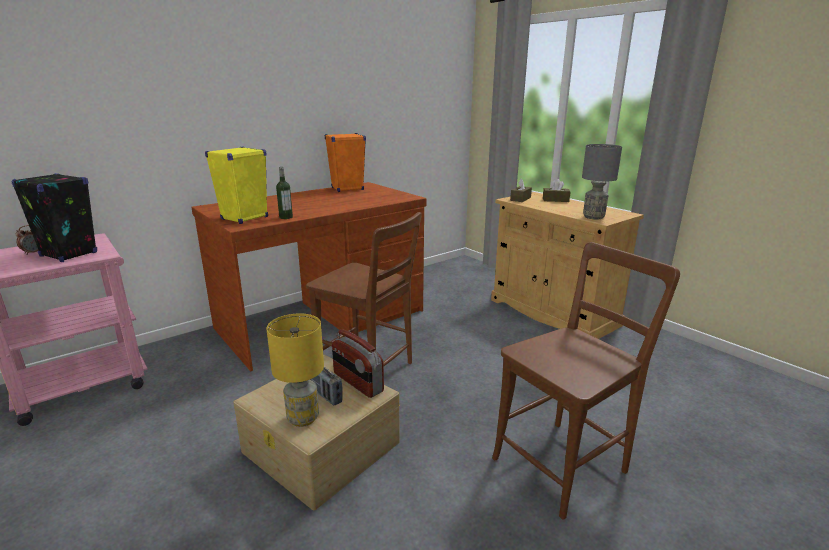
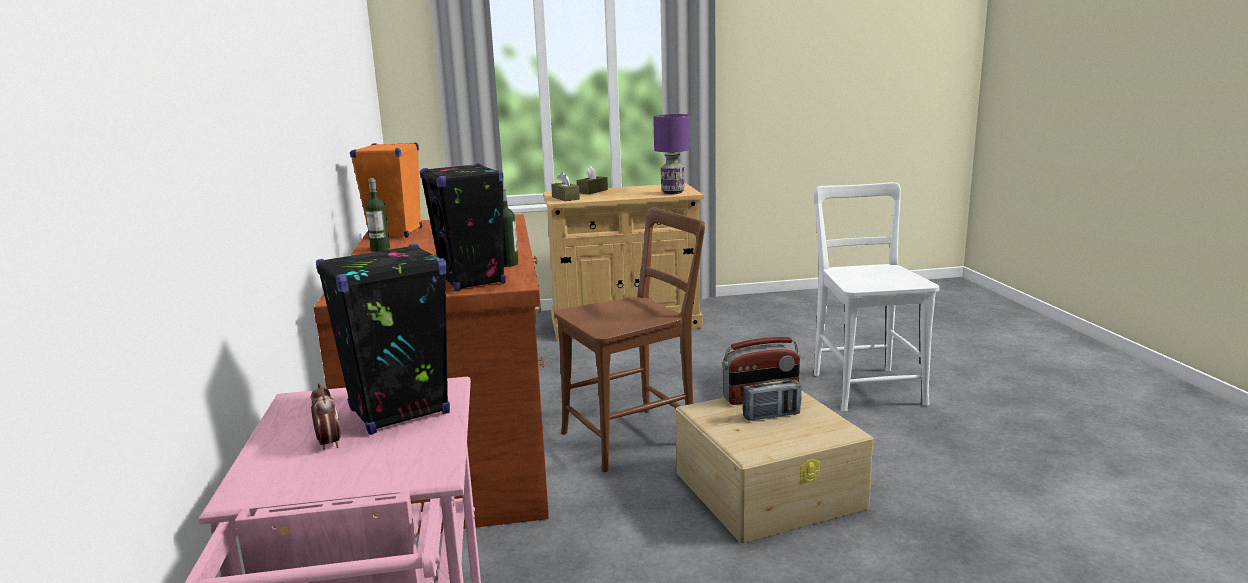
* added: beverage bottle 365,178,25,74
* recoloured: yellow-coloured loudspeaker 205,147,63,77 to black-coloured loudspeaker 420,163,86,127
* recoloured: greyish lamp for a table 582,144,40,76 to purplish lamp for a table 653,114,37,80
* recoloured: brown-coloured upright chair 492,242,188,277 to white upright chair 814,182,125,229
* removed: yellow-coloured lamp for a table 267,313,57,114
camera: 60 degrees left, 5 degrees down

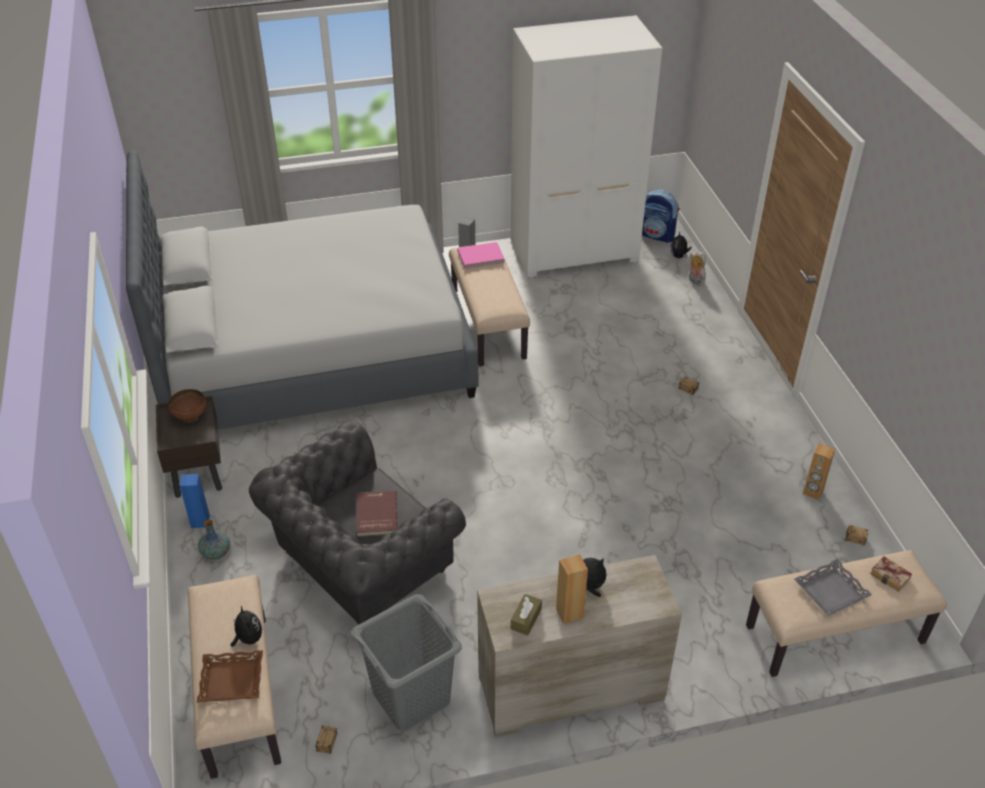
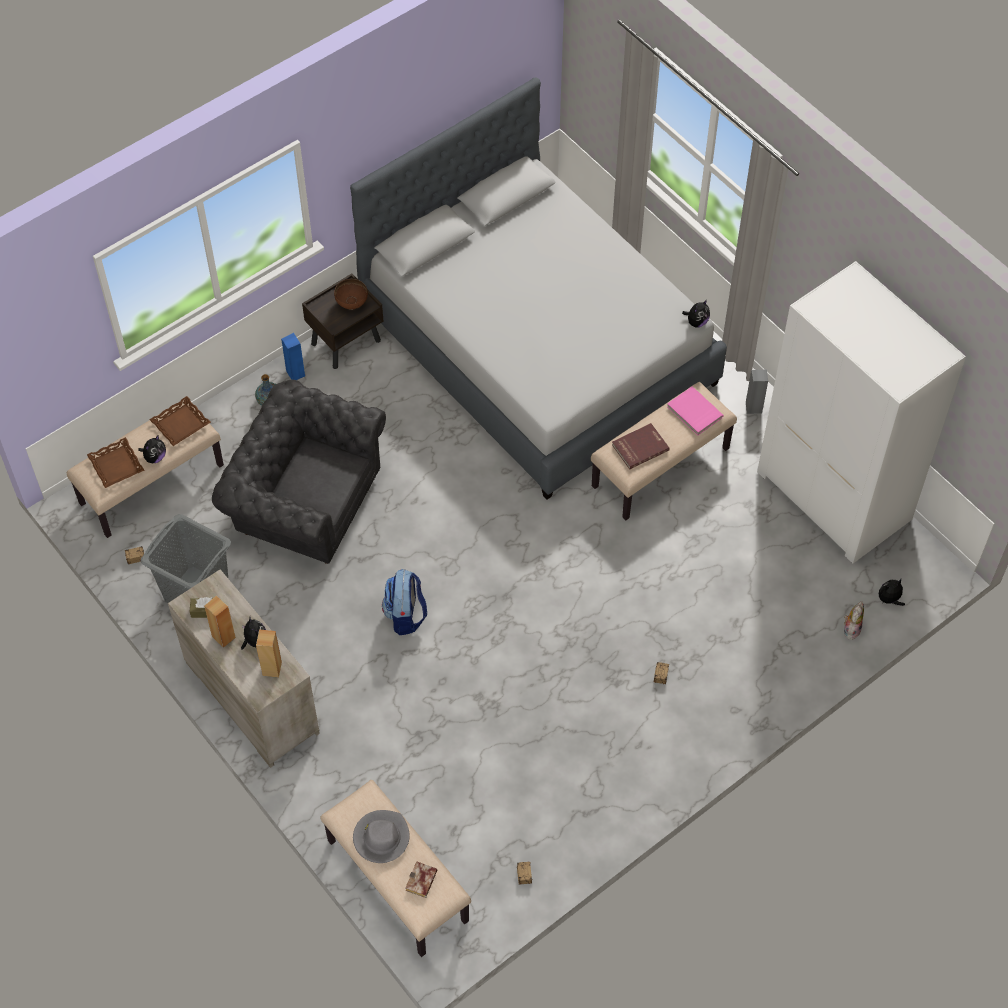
* added: brown-coloured serving tray 149,396,62,50
* moved: brown-coloured loudspeaker 803,443,32,57 to 256,629,26,49
* replaced: greyish serving tray 794,559,78,57 to greyish clothing hat 353,810,57,53
* moved: knapsack 642,190,38,53 to 382,569,45,66
* moved: reddish volume 357,491,41,46 to 612,423,58,46
* added: cuddly toy 682,300,28,28
camera: 65 degrees right, 15 degrees up

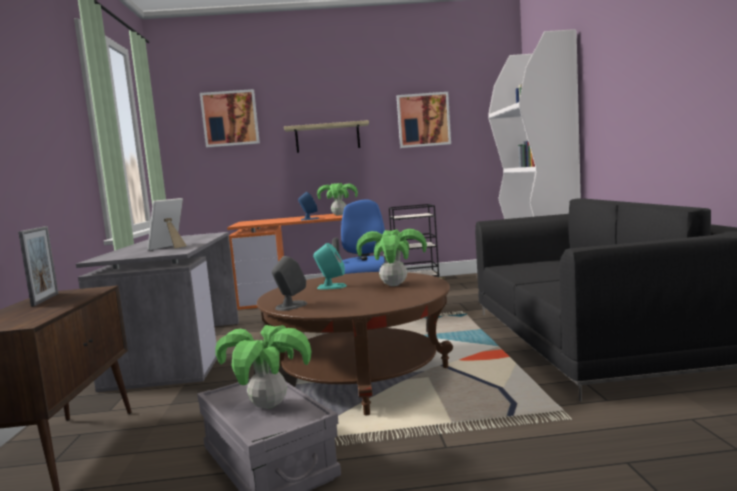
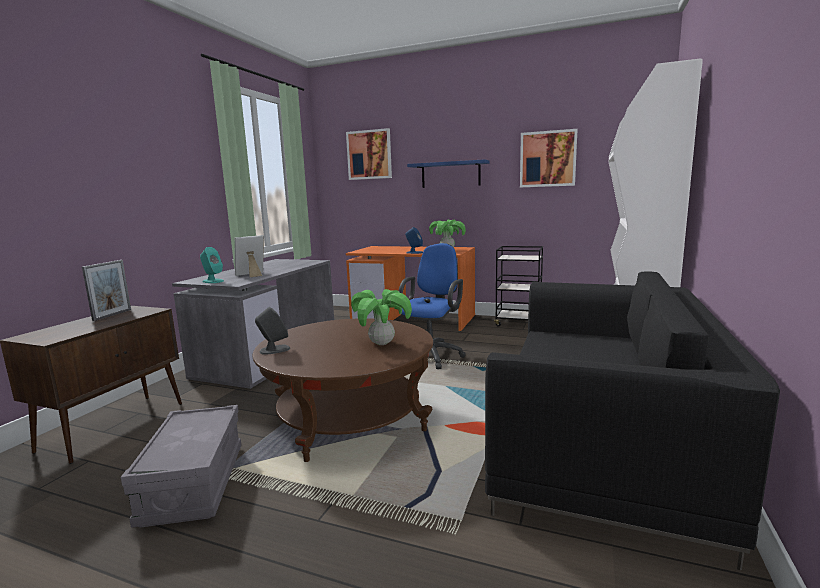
* moved: turquoise loudspeaker 313,243,34,46 to 200,247,24,36
* recoloured: beige wall shelf 284,120,85,33 to blue wall shelf 407,159,82,29
* removed: plant in a pot 215,325,97,84
camera: 25 degrees right, 5 degrees up

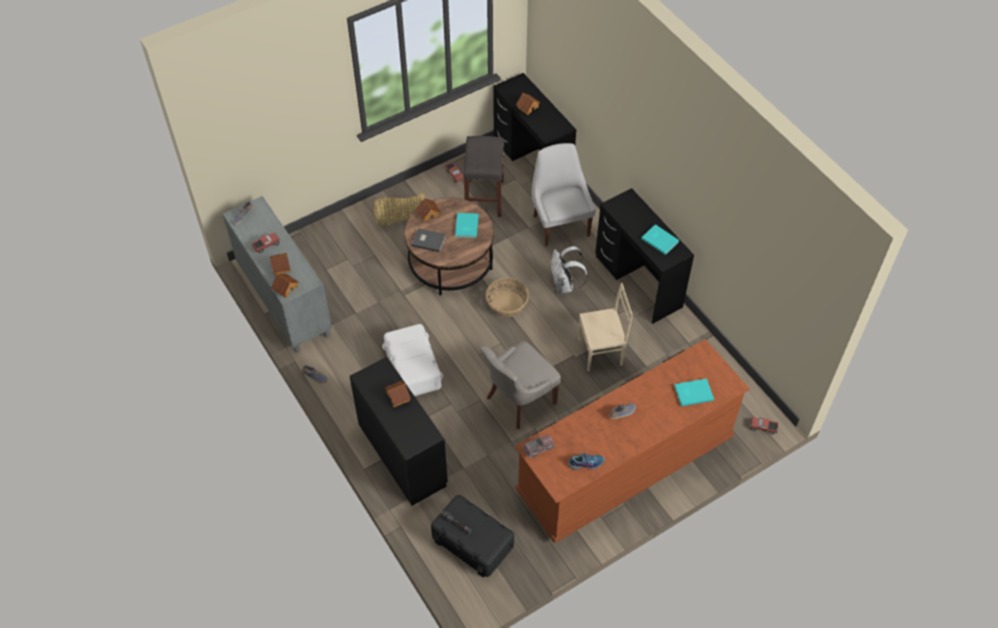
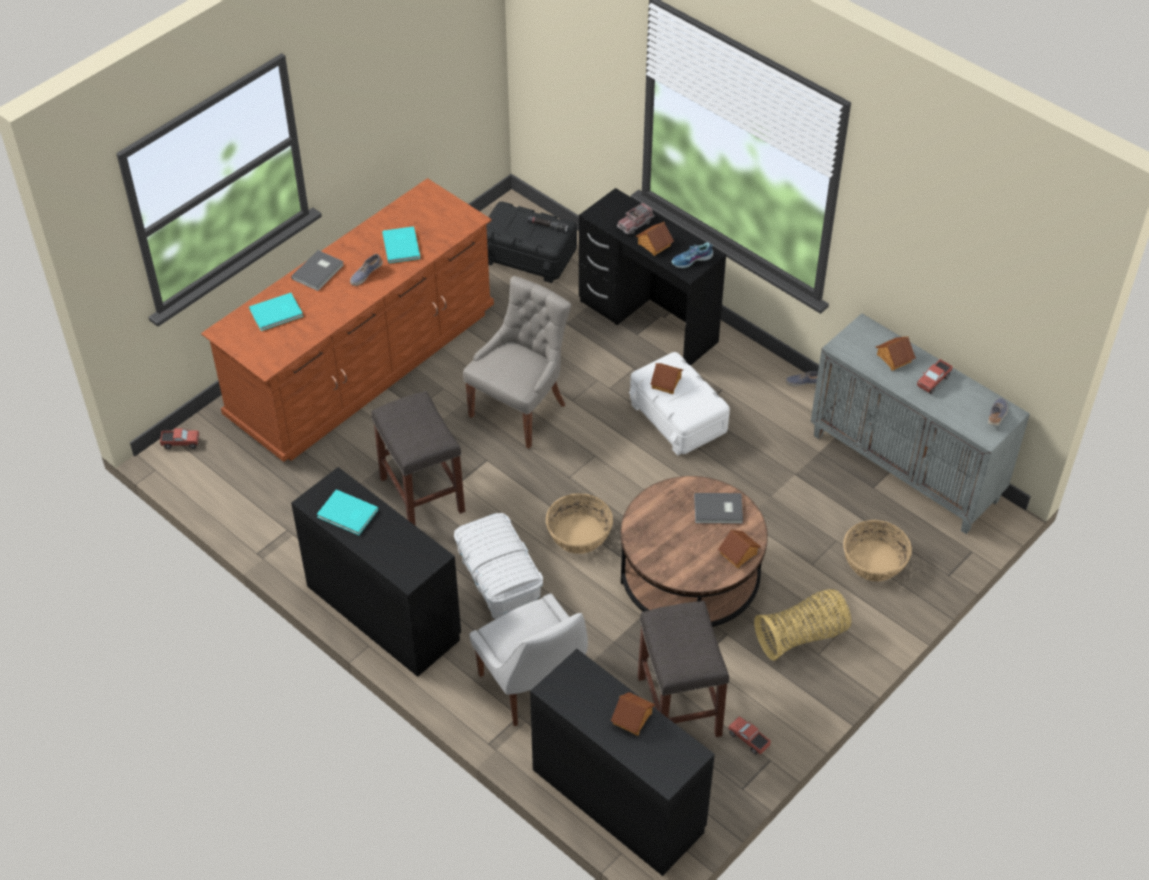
* added: greyish volume 291,250,53,41
* replaced: beige upright chair 578,283,55,88 to greyish stool seat 371,391,94,135
* moved: turquoise volume 455,213,24,25 to 382,226,38,37
* replaced: white knapsack 551,246,37,47 to white storage bin 454,513,89,106
* moved: toy truck 522,435,33,23 to 617,202,38,32
* moved: toy house 271,274,28,24 to 650,363,33,31
* moved: shoe 568,450,36,19 to 672,242,41,26
* added: household basket 843,520,69,61
camera: 165 degrees right, 5 degrees down

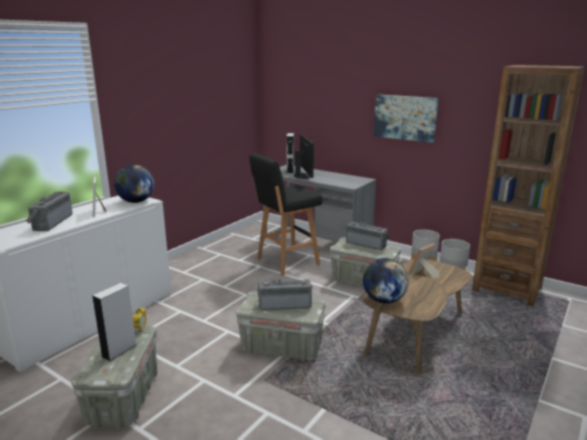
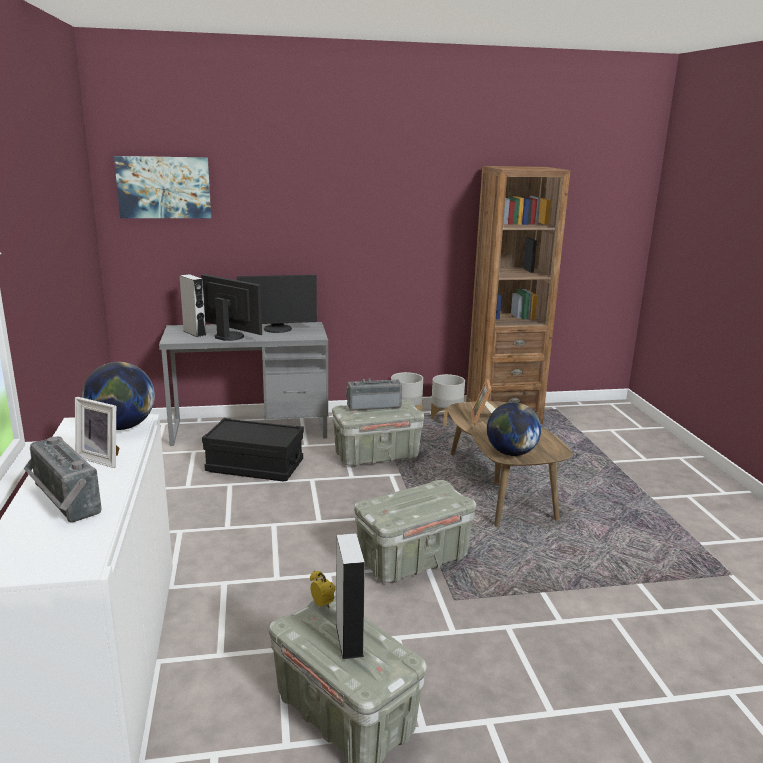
* moved: wall art 374,94,64,49 to 114,156,97,62
* replaced: black-coloured stool seat 249,153,73,123 to black-coloured storage bin 202,418,102,64
* added: computer display 237,275,80,58
* removed: radio set 257,279,55,31
camera: 45 degrees left, 0 degrees up

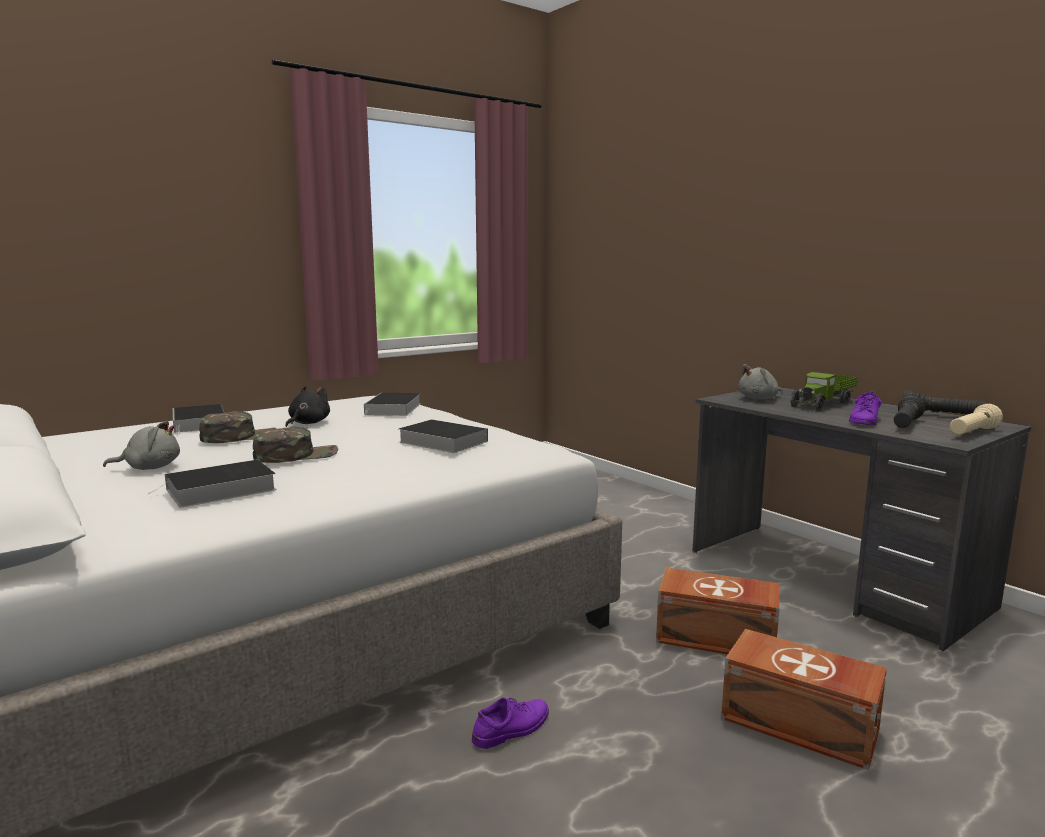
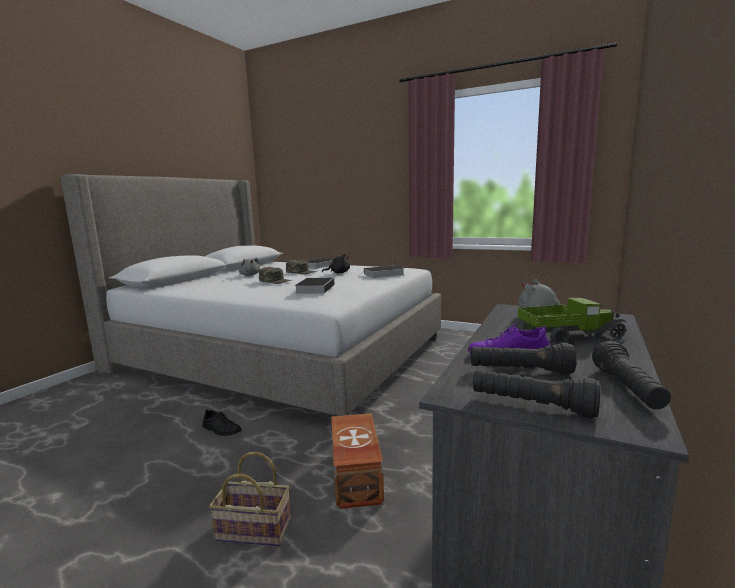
* recoloured: purplish shoe 472,697,77,52 to black-coloured shoe 203,409,38,27
* replaced: brown-coloured storage bin 721,629,166,141 to household basket 209,452,82,95
* recoloured: beige flashlight 950,404,53,31 to black-coloured flashlight 473,370,127,48
* turned: toy truck 790,372,68,39 = 518,298,109,46 150 degrees clockwise
* removed: volume 147,459,130,49
camera: 65 degrees right, 0 degrees up

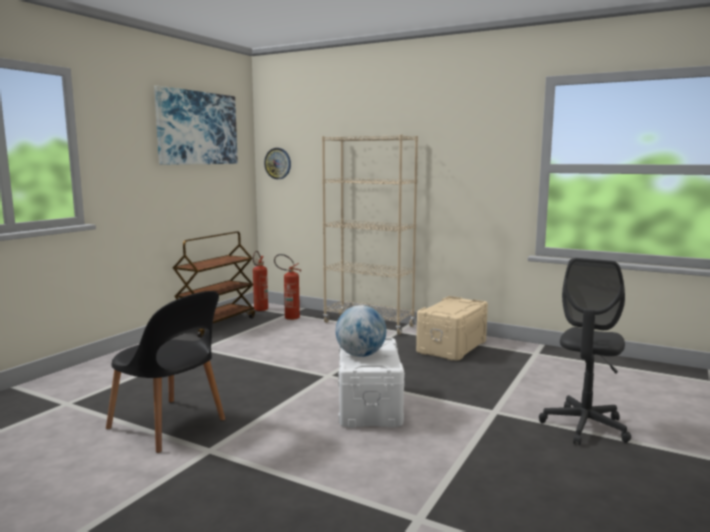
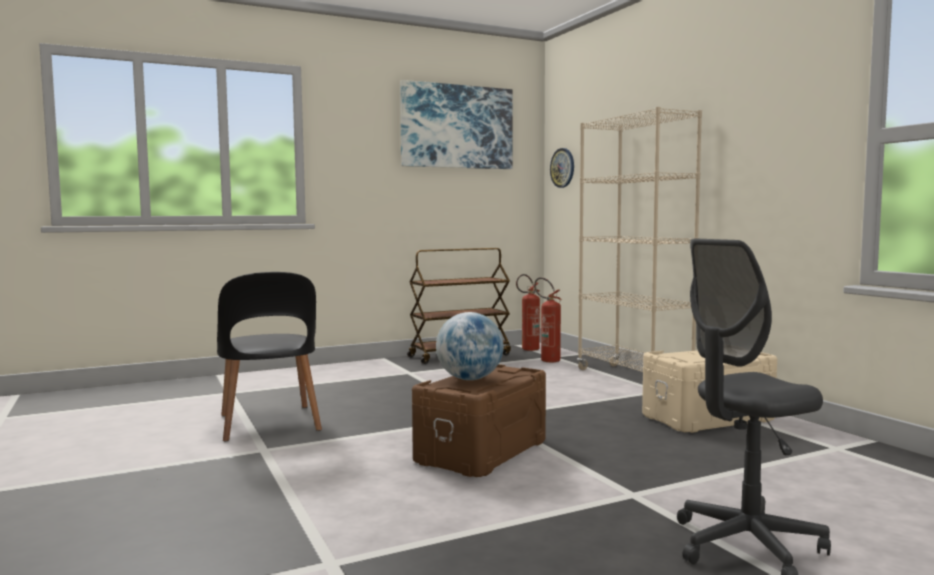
* recoloured: white storage bin 338,338,67,90 to brown-coloured storage bin 412,364,134,113
camera: 35 degrees right, 5 degrees down

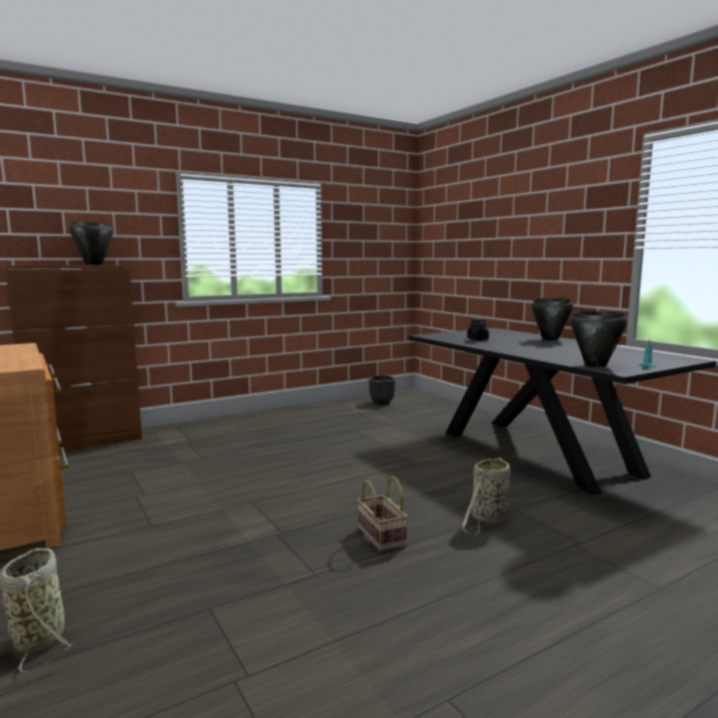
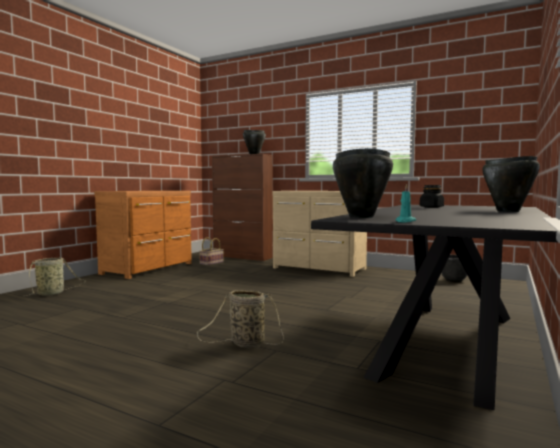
* moved: household basket 357,476,51,76 to 199,237,25,28
* added: beige chest of drawers 272,191,95,86
camera: 60 degrees right, 5 degrees down

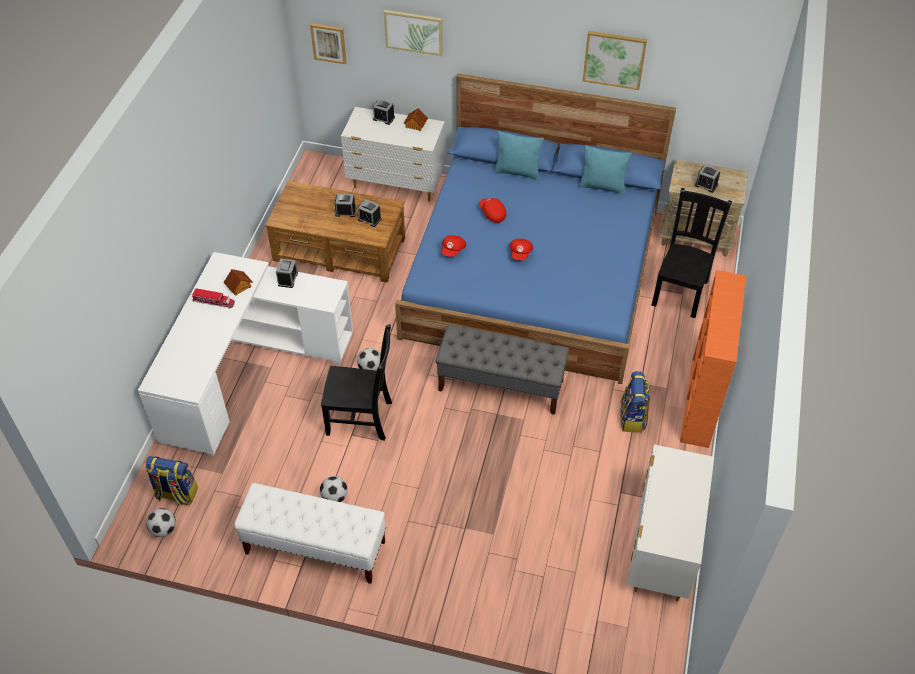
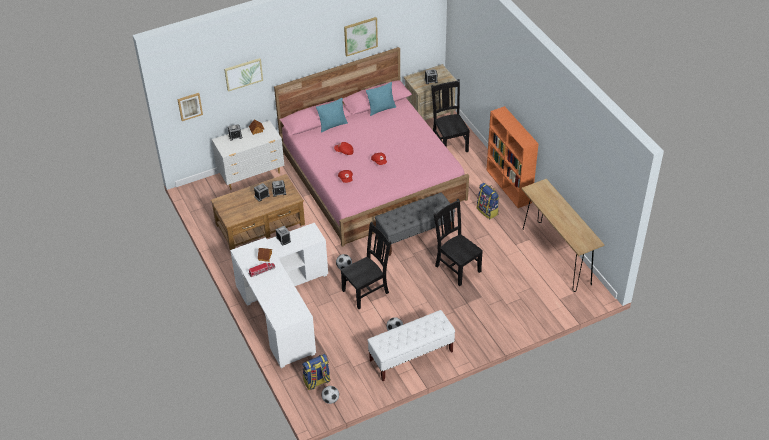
* recoloured: blue bedroom bed 395,73,281,311 to pinkish bedroom bed 274,47,195,200
* added: black-coloured upright chair 433,199,50,87
* replaced: white chest of drawers 627,445,87,156 to brown-coloured narrow table 522,179,82,113
camera: 40 degrees left, 5 degrees down

